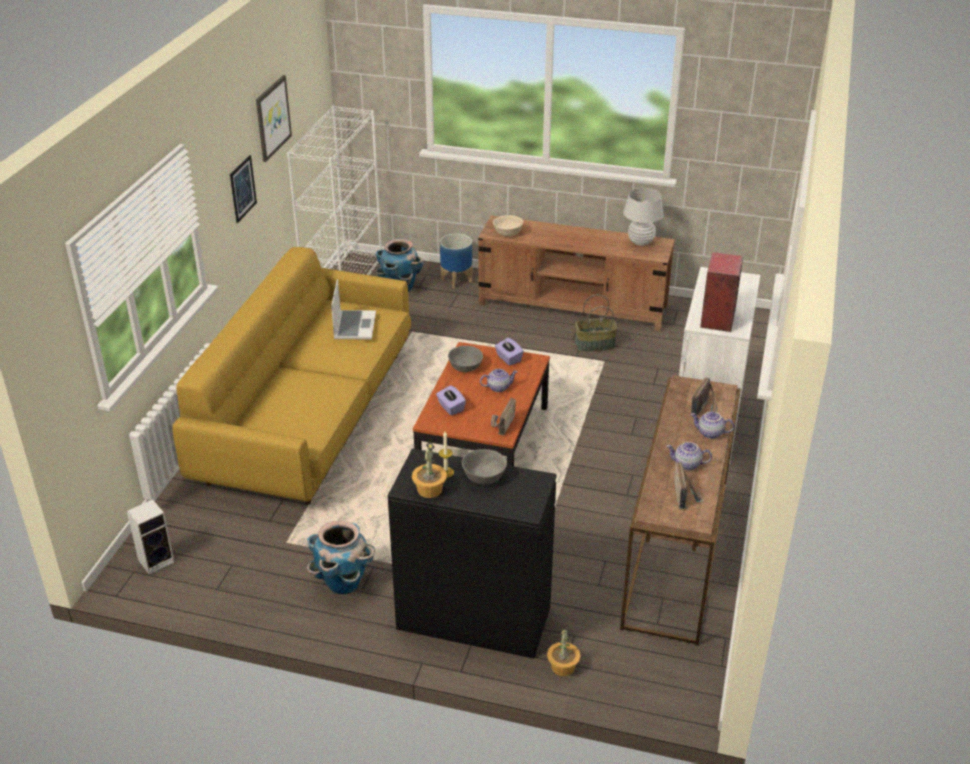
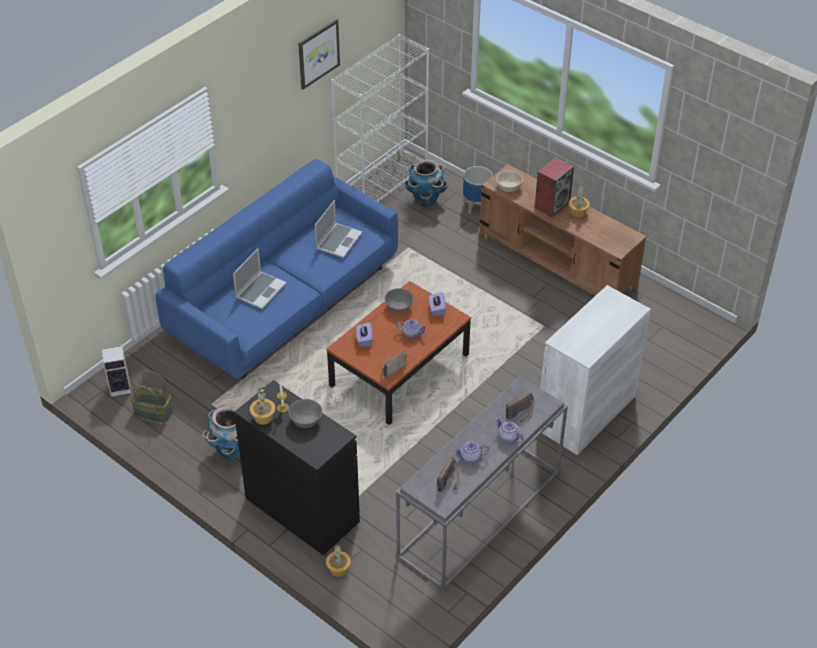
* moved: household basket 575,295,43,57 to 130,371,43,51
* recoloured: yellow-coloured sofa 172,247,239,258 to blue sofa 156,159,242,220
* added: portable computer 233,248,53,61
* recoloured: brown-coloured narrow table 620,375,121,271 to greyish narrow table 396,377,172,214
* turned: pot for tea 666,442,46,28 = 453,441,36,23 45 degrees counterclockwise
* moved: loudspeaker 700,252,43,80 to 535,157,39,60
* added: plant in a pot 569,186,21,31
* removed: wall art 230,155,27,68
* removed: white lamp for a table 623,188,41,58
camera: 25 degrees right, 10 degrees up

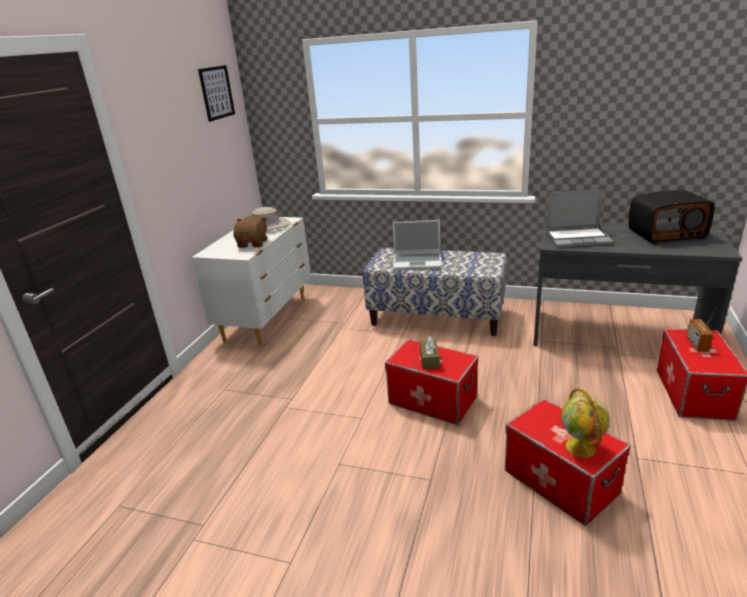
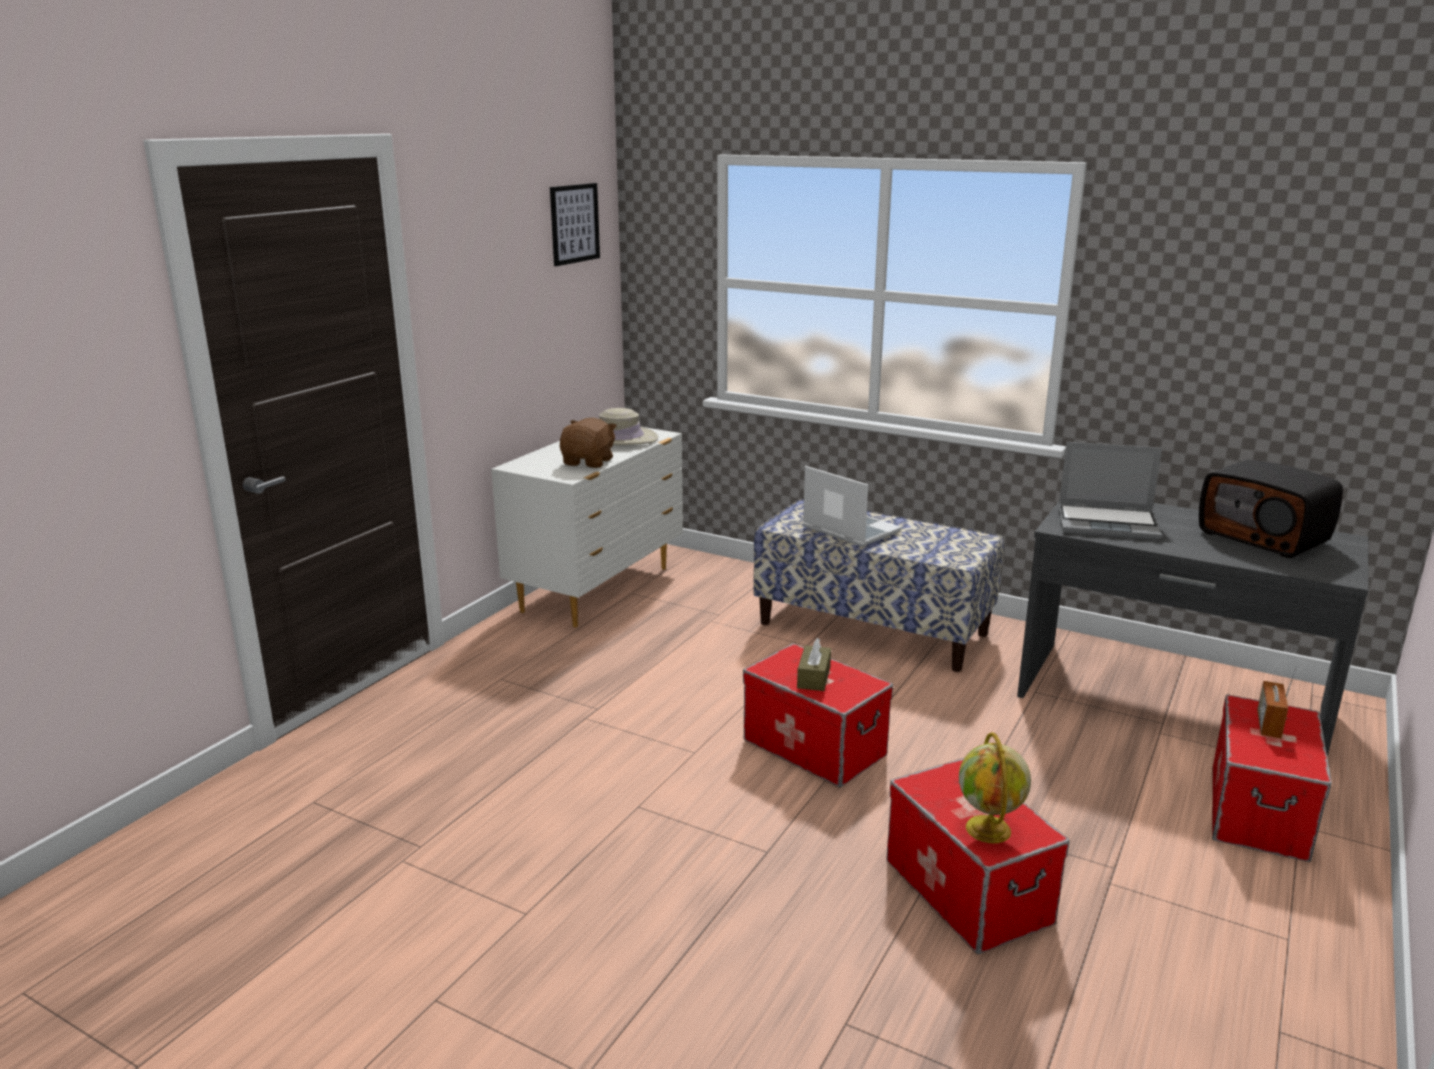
* turned: portable computer 392,220,50,50 = 803,466,99,81 150 degrees counterclockwise
* turned: radio set 629,190,86,54 = 1199,460,144,98 45 degrees clockwise
camera: 10 degrees right, 5 degrees down

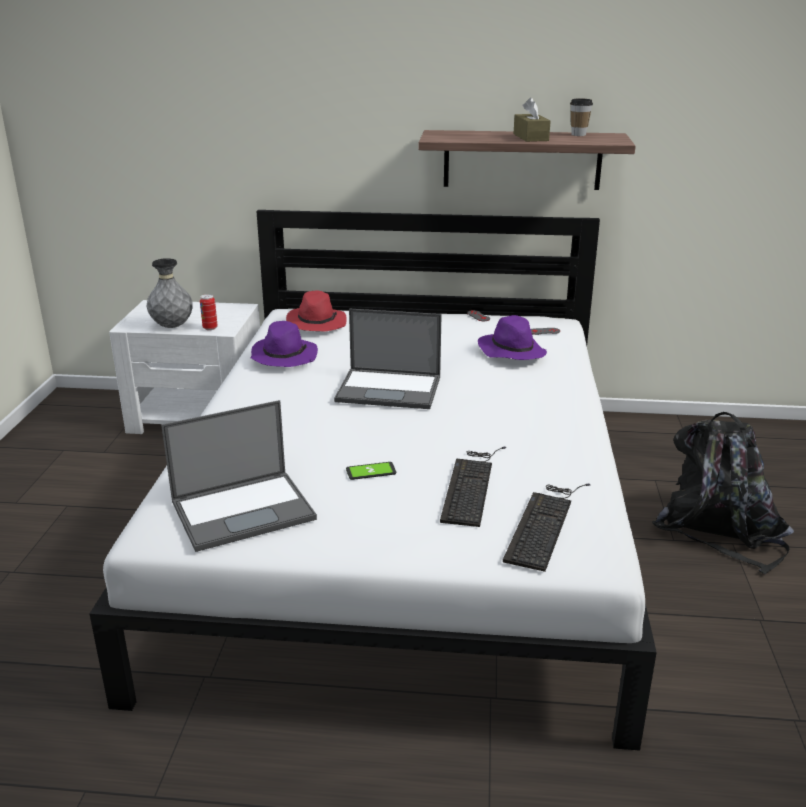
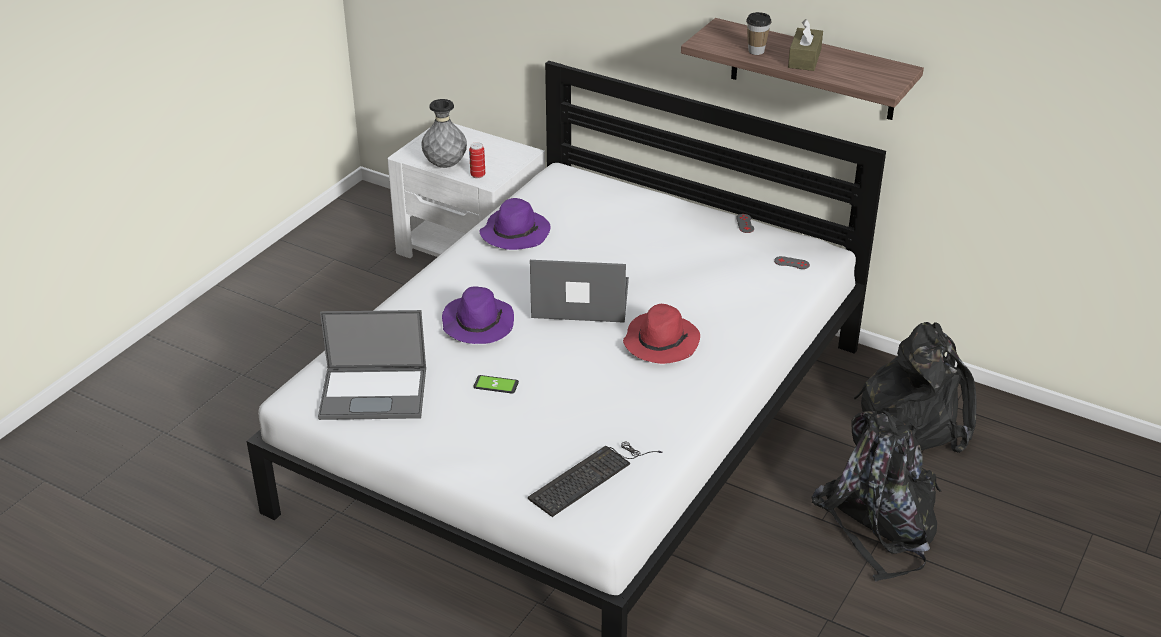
* moved: purplish clothing hat 478,315,69,45 to 442,286,72,58
* turned: portable computer 334,308,108,101 = 530,260,99,63 150 degrees clockwise
* moved: reddish clothing hat 286,290,61,41 to 623,304,77,60
* moved: small cup 570,99,23,37 to 746,12,26,43
* added: black-coloured knapsack 854,322,123,131
* removed: PC keyboard 440,447,67,80
camera: 25 degrees right, 10 degrees up

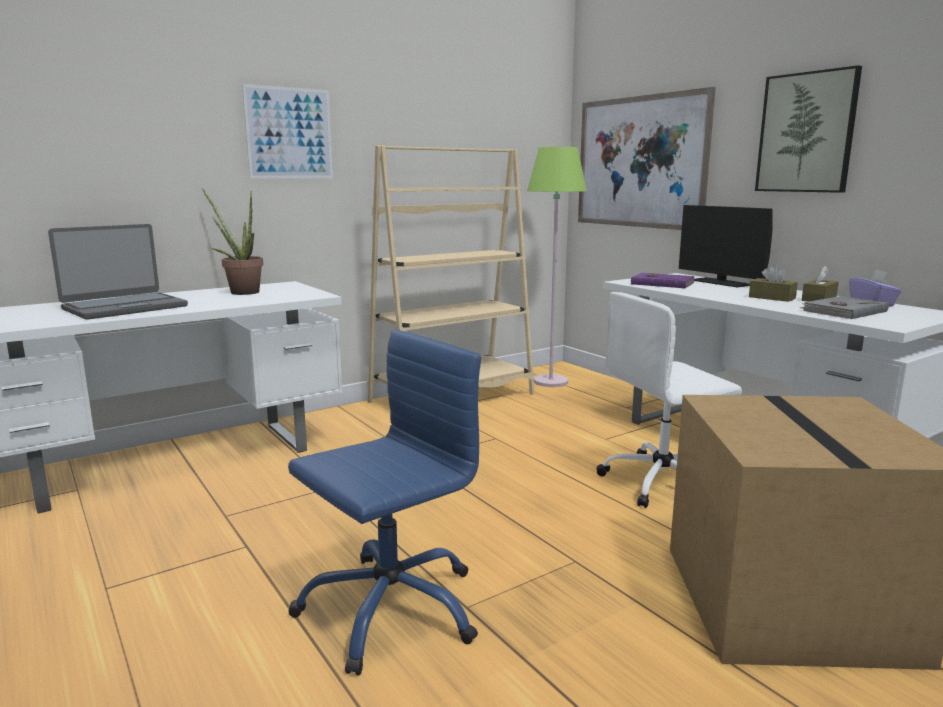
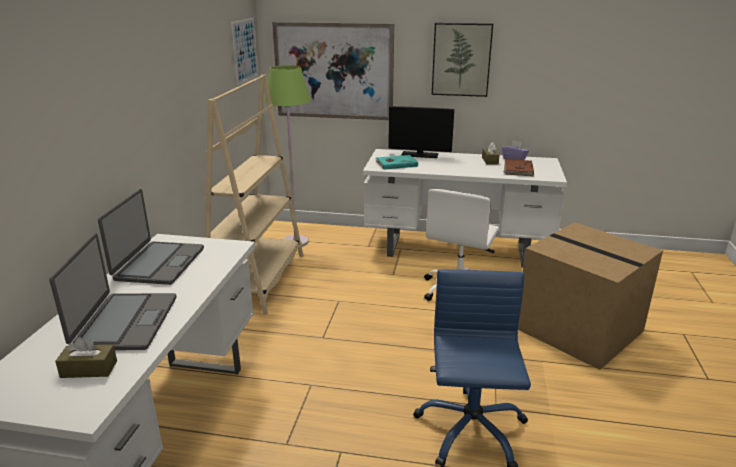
* moved: brown-coloured tissue holder 749,265,49,37 to 55,337,62,41
* replaced: plant in a pot 202,188,61,107 to portable computer 98,189,106,96
* moved: wall art 242,84,91,95 to 231,18,27,67
* recoloured: purplish volume 630,273,65,15 to turquoise volume 375,155,43,15
* recoloured: greyish volume 799,296,90,23 to brown-coloured volume 503,159,31,17
camera: 45 degrees left, 10 degrees up

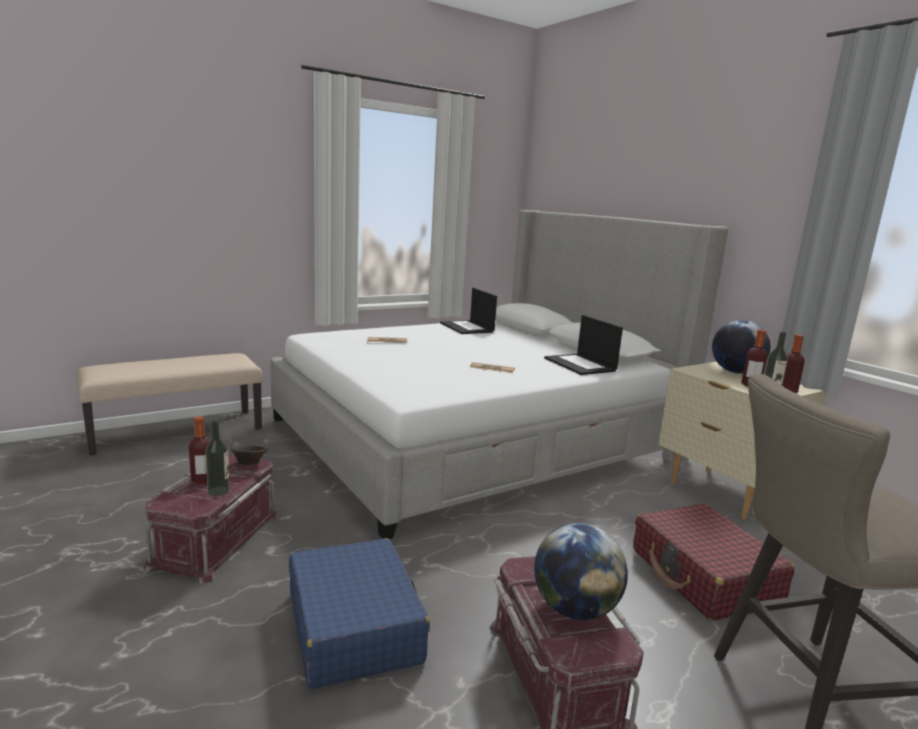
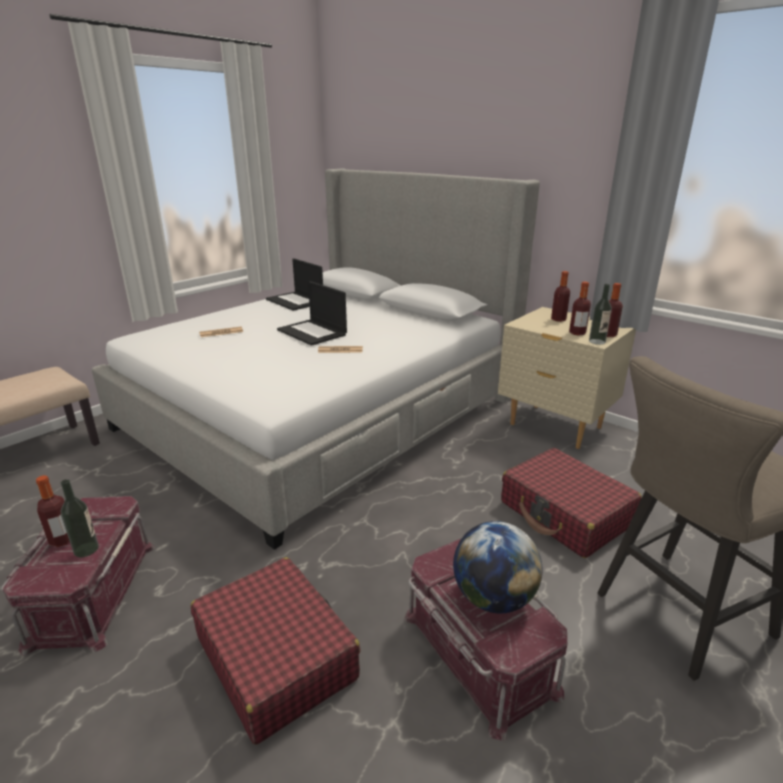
* recoloured: blue piece of luggage 289,538,141,151 to reddish piece of luggage 191,557,169,188
* moved: portable computer 544,315,79,60 to 277,281,70,65
* replaced: desk globe 712,320,59,54 to beverage bottle 551,271,19,51
* removed: brown-coloured bowl 231,446,37,19
camera: 15 degrees left, 10 degrees up

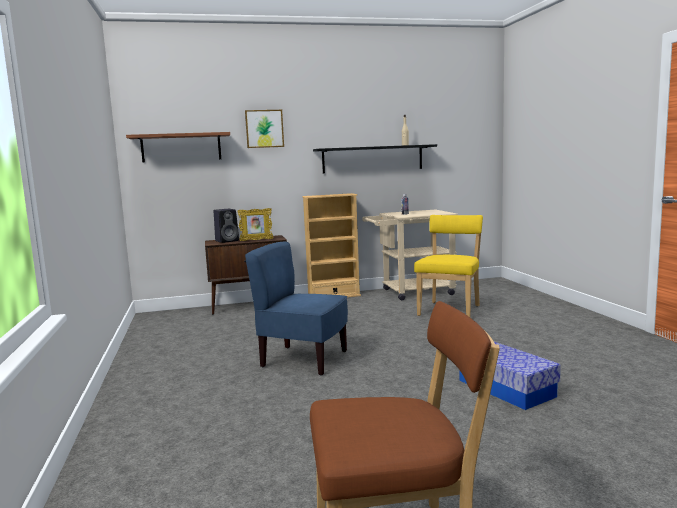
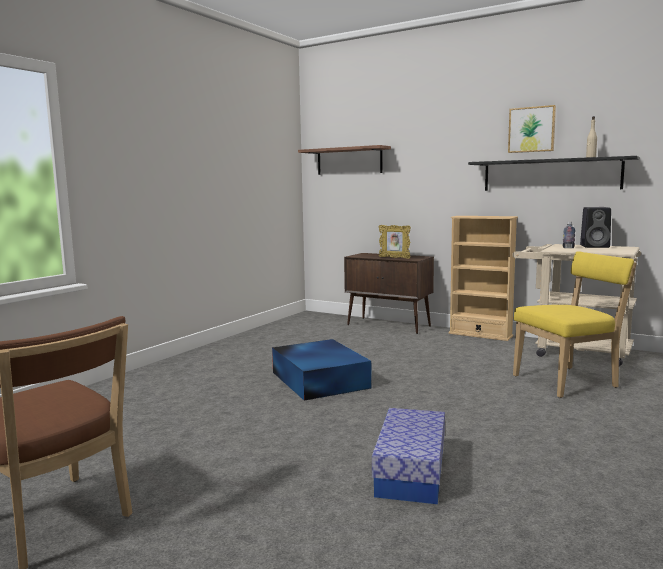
* replaced: blue upright chair 245,242,103,134 to blue storage bin 272,339,100,62
* moved: wall art 245,110,39,38 to 508,105,48,48
* moved: black-coloured loudspeaker 214,209,25,34 to 580,207,31,41
camera: 45 degrees right, 0 degrees up

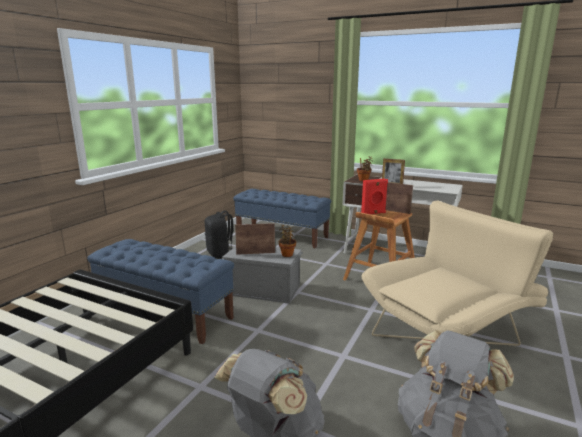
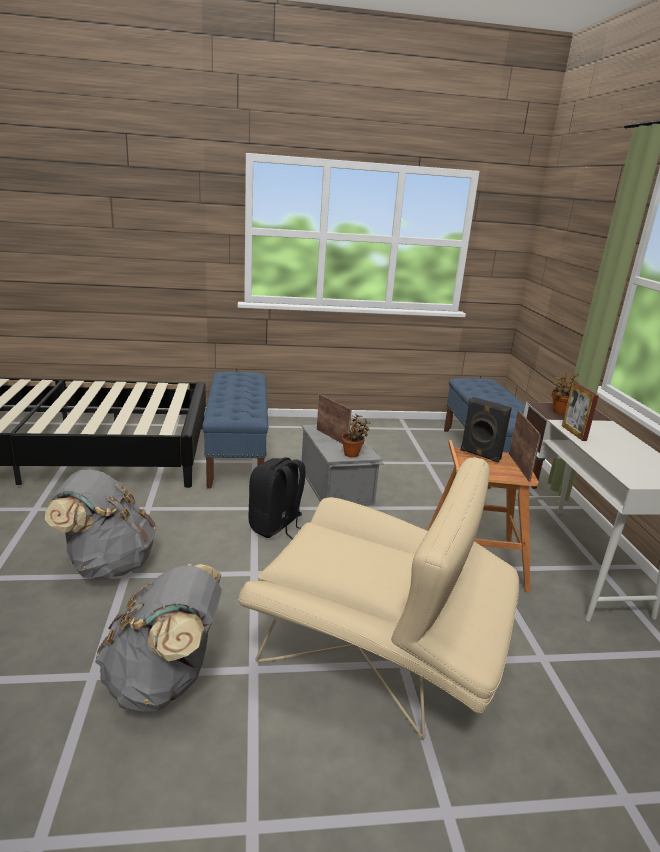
* moved: black-coloured knapsack 205,210,28,49 to 249,457,56,83
* recoloured: reddish loudspeaker 361,178,27,36 to black-coloured loudspeaker 460,397,52,65
camera: 55 degrees right, 5 degrees up

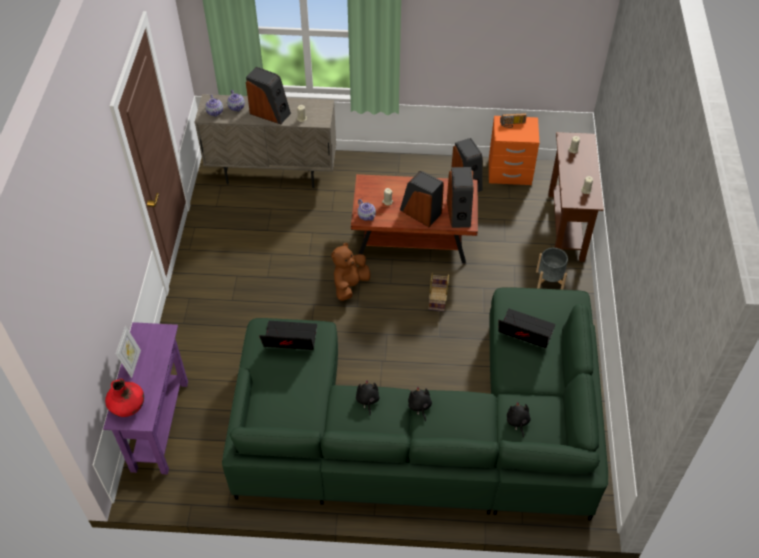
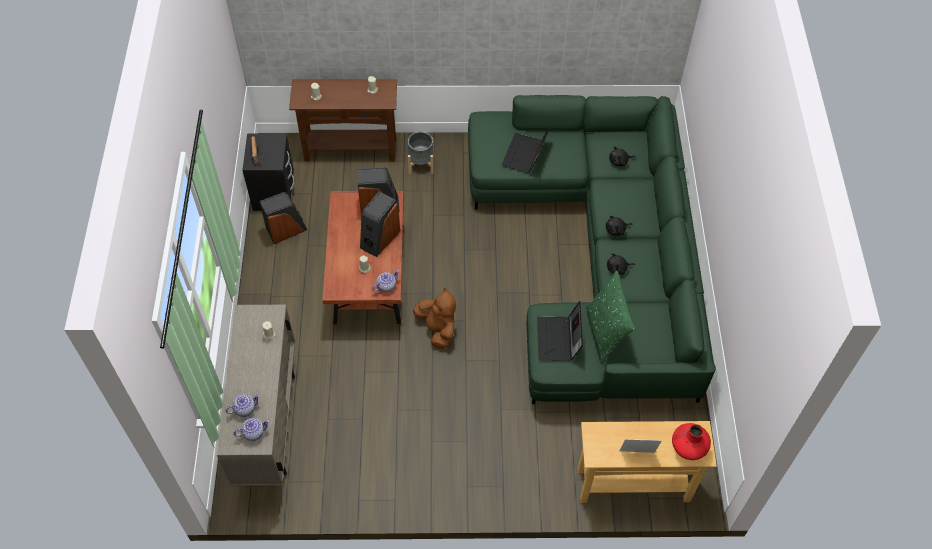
* recoloured: orangey nightstand 489,116,50,69 to black-coloured nightstand 242,133,52,78
* turned: brown-coloured cuddly toy 331,243,39,58 = 413,288,43,61 150 degrees counterclockwise
* recoloured: purplish narrow table 103,322,85,153 to beige narrow table 578,421,139,82
* added: green-coloured cushion 586,270,49,95
* removed: loudspeaker 246,67,45,57
* removed: household basket 429,273,20,38
camera: 95 degrees left, 5 degrees up

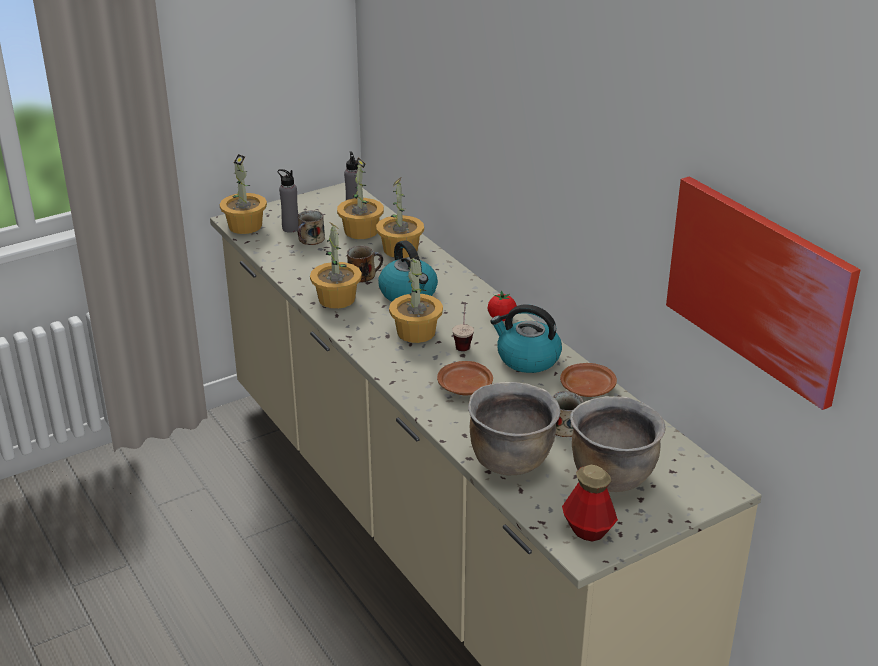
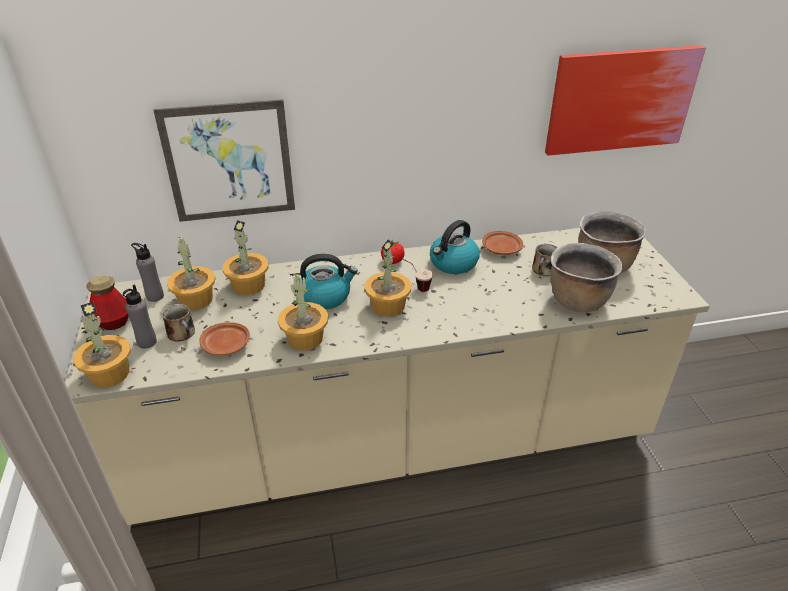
* moved: beverage bottle 562,465,56,77 to 86,276,43,54
* added: wall art 153,99,142,123
* moved: brown-coloured flat dish 437,361,56,34 to 200,322,50,33
* removed: coffee mug 347,246,36,37
camera: 70 degrees left, 5 degrees up

